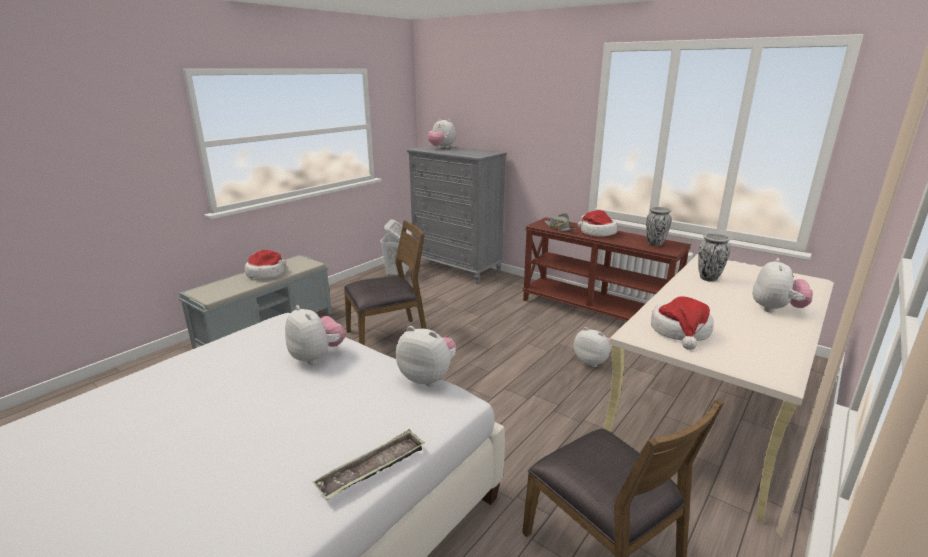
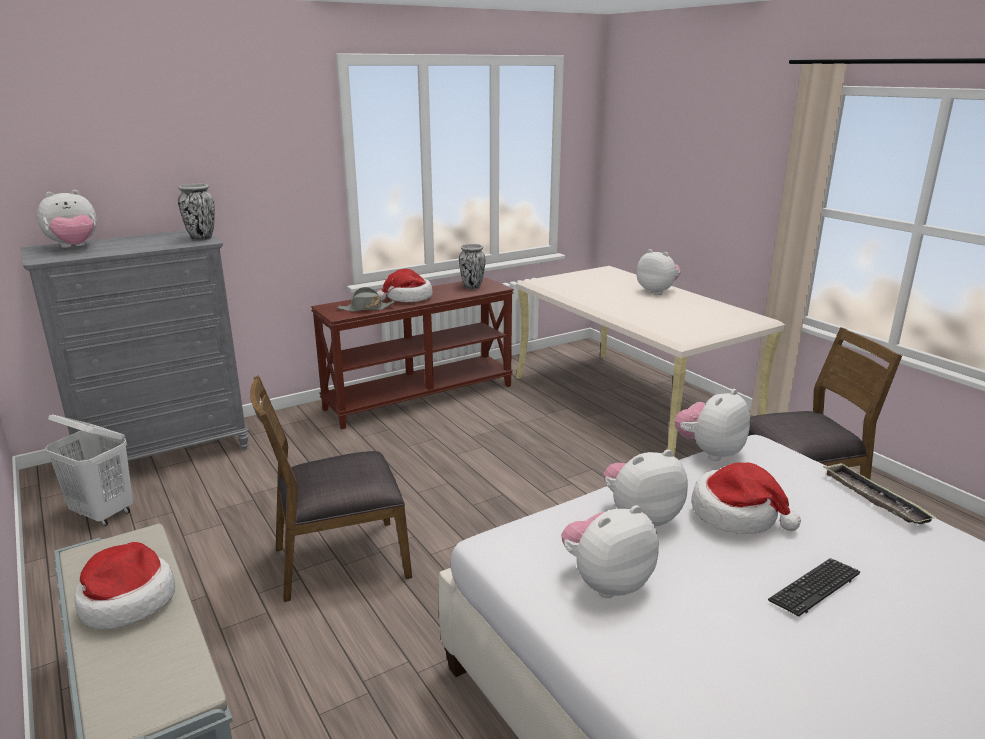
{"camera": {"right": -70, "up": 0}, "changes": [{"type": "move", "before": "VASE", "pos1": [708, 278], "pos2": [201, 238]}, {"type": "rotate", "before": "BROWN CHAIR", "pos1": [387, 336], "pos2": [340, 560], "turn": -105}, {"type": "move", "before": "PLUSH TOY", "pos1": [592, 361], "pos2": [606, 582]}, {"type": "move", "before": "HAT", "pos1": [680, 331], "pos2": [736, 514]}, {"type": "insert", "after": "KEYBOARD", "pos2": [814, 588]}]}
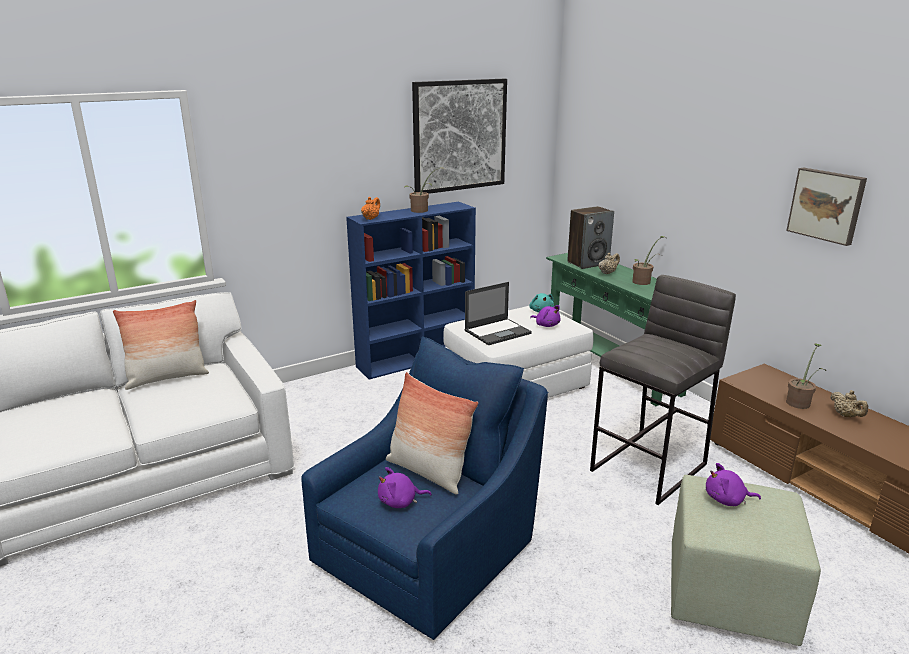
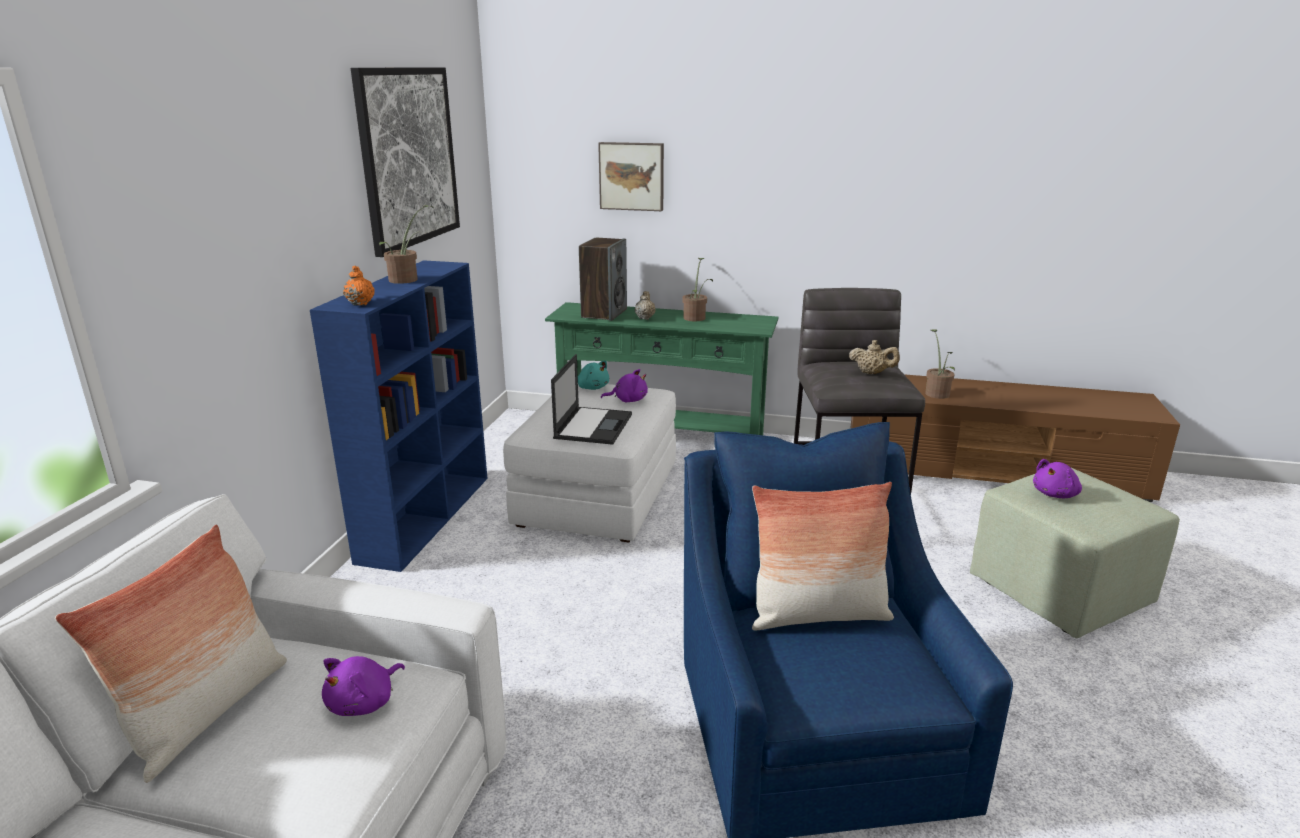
{"camera": {"right": -45, "up": 0}, "changes": [{"type": "move", "before": "PURPLE PLUSH TOY", "pos1": [400, 502], "pos2": [364, 702]}, {"type": "move", "before": "PICTURE", "pos1": [827, 205], "pos2": [632, 176]}, {"type": "move", "before": "BEIGE TEAPOT", "pos1": [846, 415], "pos2": [872, 373]}]}
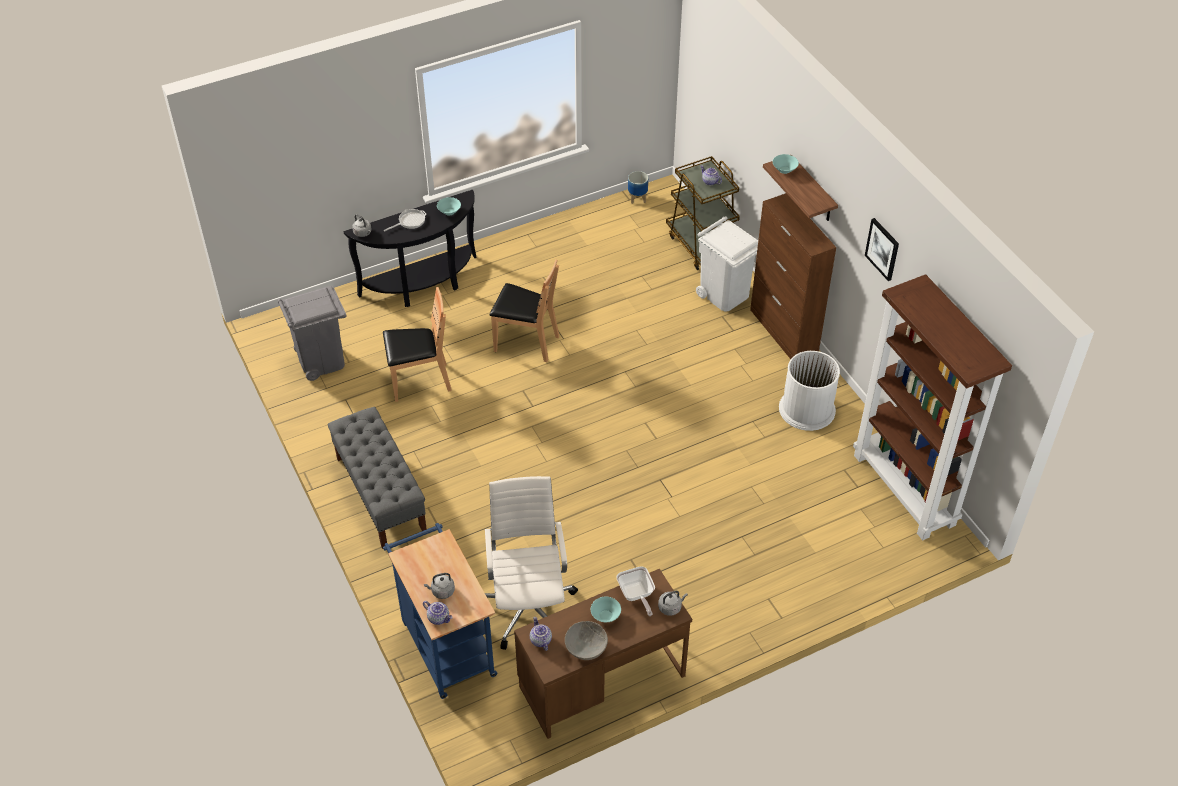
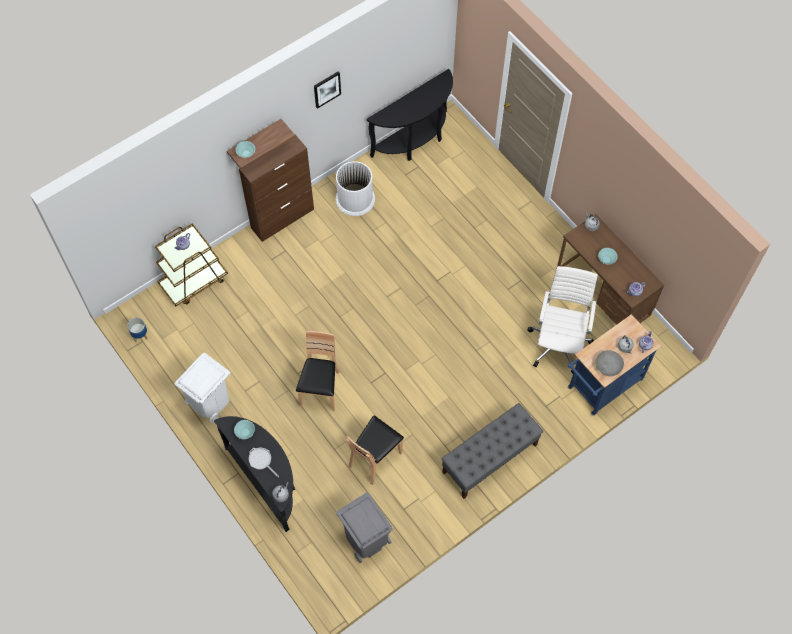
{"camera": {"right": -100, "up": 15}, "changes": [{"type": "move", "before": "WHITE TRASH CAN", "pos1": [725, 294], "pos2": [209, 402]}, {"type": "rotate", "before": "BROWN CHAIR", "pos1": [419, 381], "pos2": [375, 458], "turn": -120}, {"type": "replace", "before": "BROWN BOOKCASE", "after": "BLACK CONSOLE TABLE", "pos1": [905, 490], "pos2": [415, 141]}, {"type": "rotate", "before": "WHITE OFFICE CHAIR", "pos1": [529, 606], "pos2": [559, 343], "turn": 120}, {"type": "move", "before": "GREY BOWL", "pos1": [586, 646], "pos2": [608, 366]}, {"type": "delete", "before": "FRYING PAN", "pos1": [636, 595]}]}
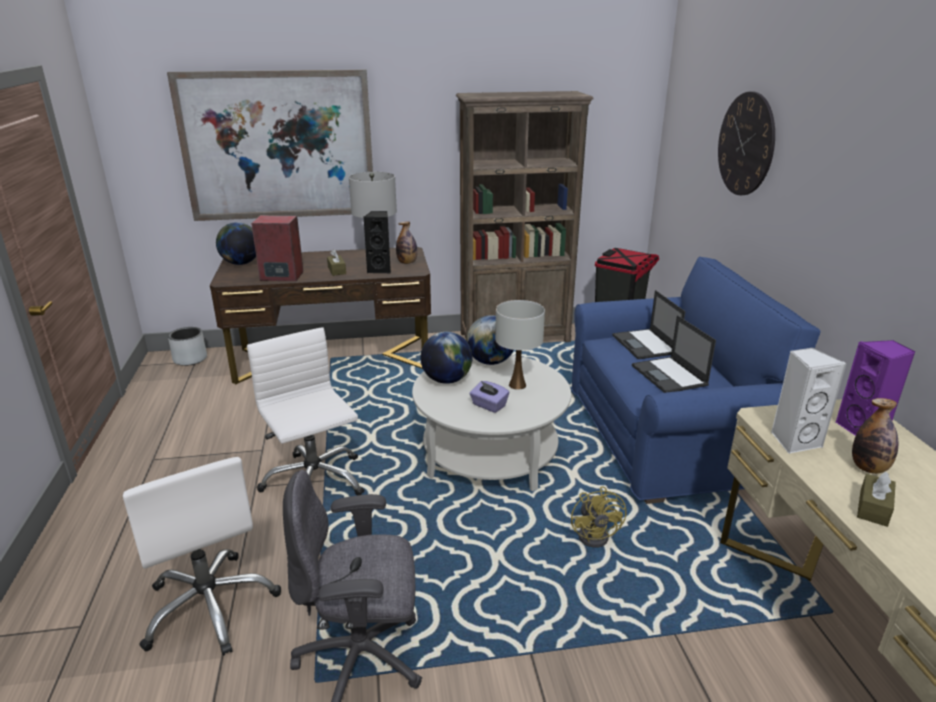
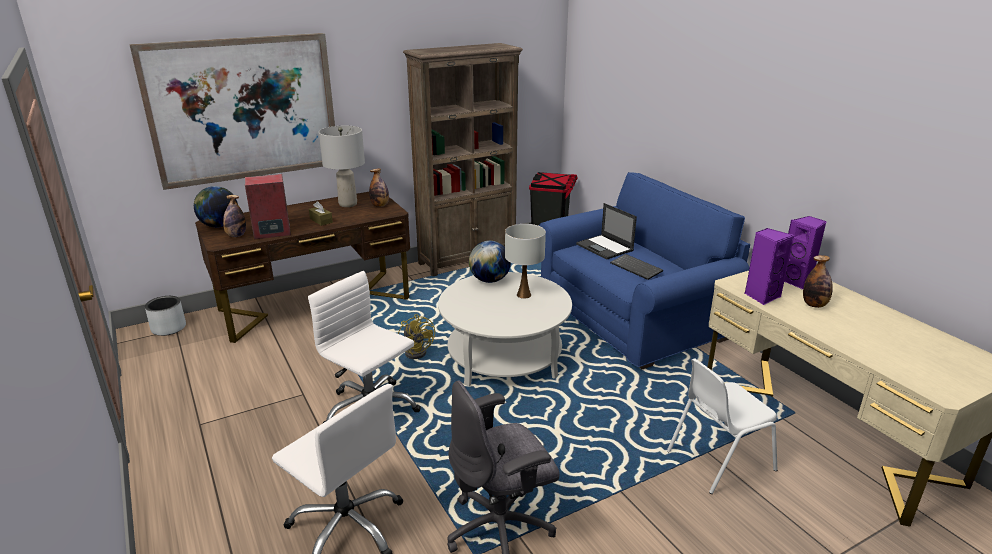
{"camera": {"right": -20, "up": 0}, "changes": [{"type": "insert", "after": "BOTTLE", "pos2": [236, 236]}, {"type": "move", "before": "YELLOW FAN", "pos1": [597, 534], "pos2": [418, 351]}, {"type": "replace", "before": "LAPTOP", "after": "KEYBOARD", "pos1": [669, 376], "pos2": [637, 268]}, {"type": "insert", "after": "WHITE CHAIR", "pos2": [718, 460]}, {"type": "recolor", "before": "WHITE SPEAKER", "after": "PURPLE SPEAKER", "pos1": [794, 441], "pos2": [761, 296]}, {"type": "delete", "before": "BLACK SPEAKER", "pos1": [380, 269]}, {"type": "delete", "before": "GLOBE", "pos1": [446, 380]}, {"type": "delete", "before": "PURPLE TISSUE BOX", "pos1": [488, 405]}, {"type": "delete", "before": "WALL CLOCK", "pos1": [746, 144]}, {"type": "delete", "before": "BROWN TISSUE BOX", "pos1": [873, 508]}]}
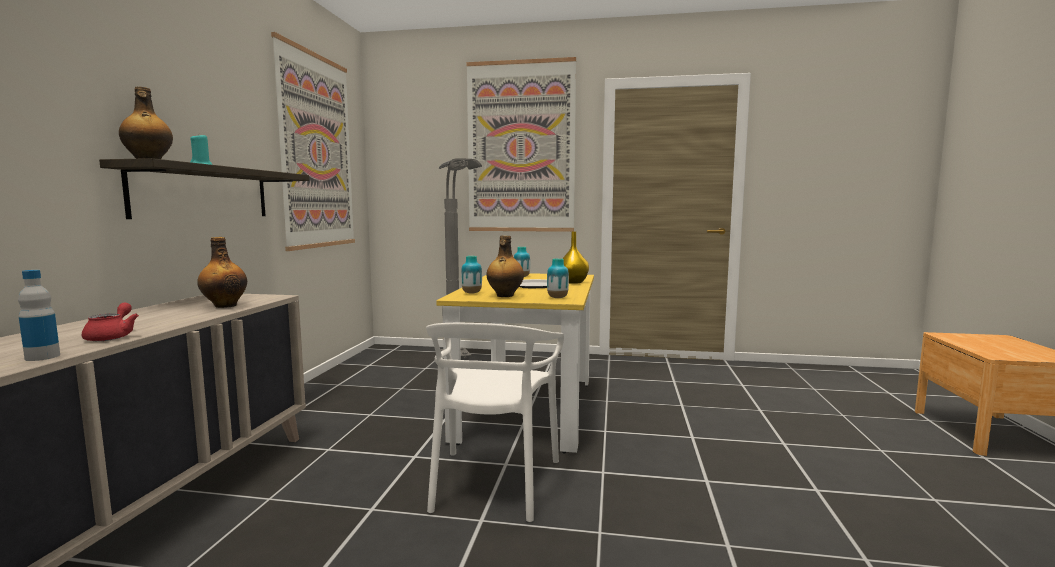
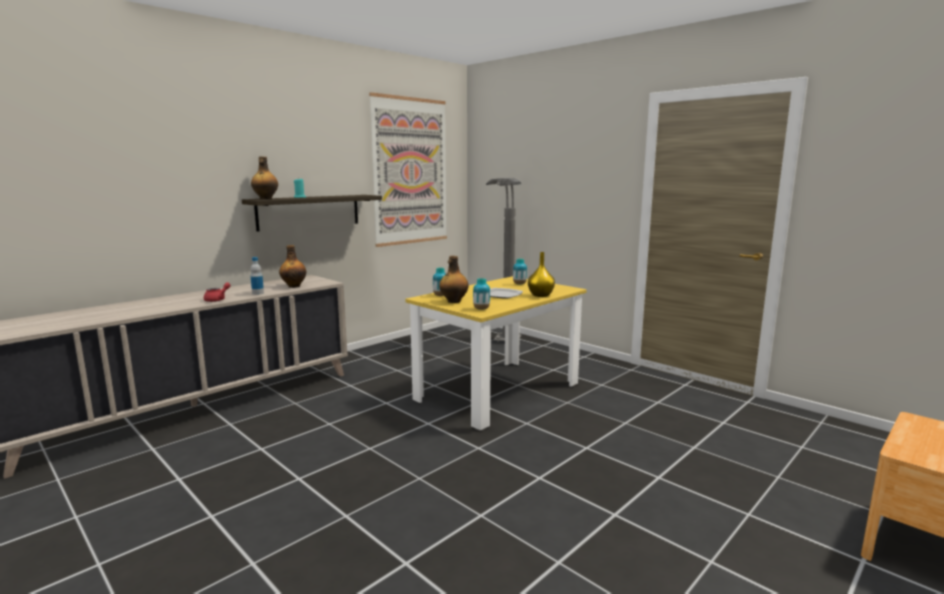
{"camera": {"right": 35, "up": 5}, "changes": [{"type": "move", "before": "BOTTLE", "pos1": [42, 357], "pos2": [258, 293]}, {"type": "delete", "before": "WHITE CHAIR", "pos1": [493, 483]}, {"type": "delete", "before": "PICTURE", "pos1": [520, 147]}]}
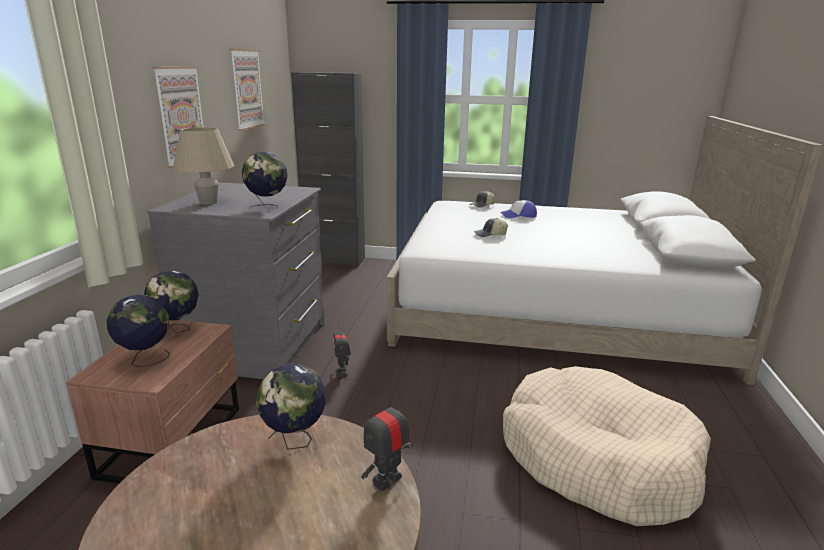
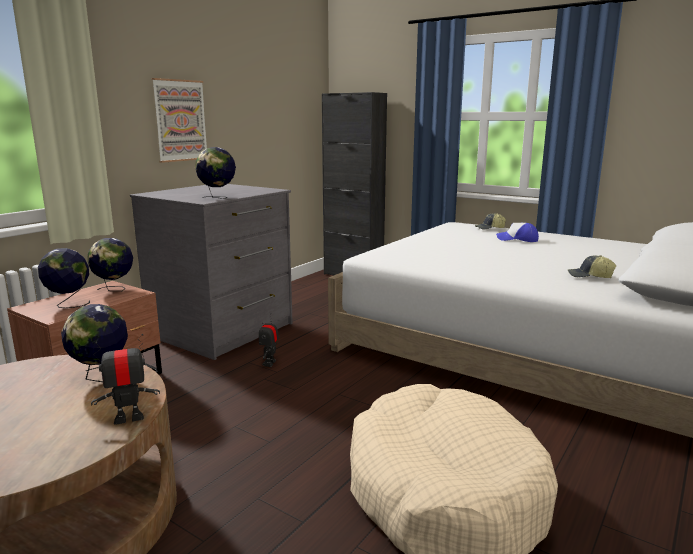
{"camera": {"right": 25, "up": -5}, "changes": [{"type": "move", "before": "CAP", "pos1": [490, 235], "pos2": [589, 276]}, {"type": "delete", "before": "BEIGE TABLE LAMP", "pos1": [208, 202]}, {"type": "delete", "before": "PICTURE", "pos1": [247, 89]}]}
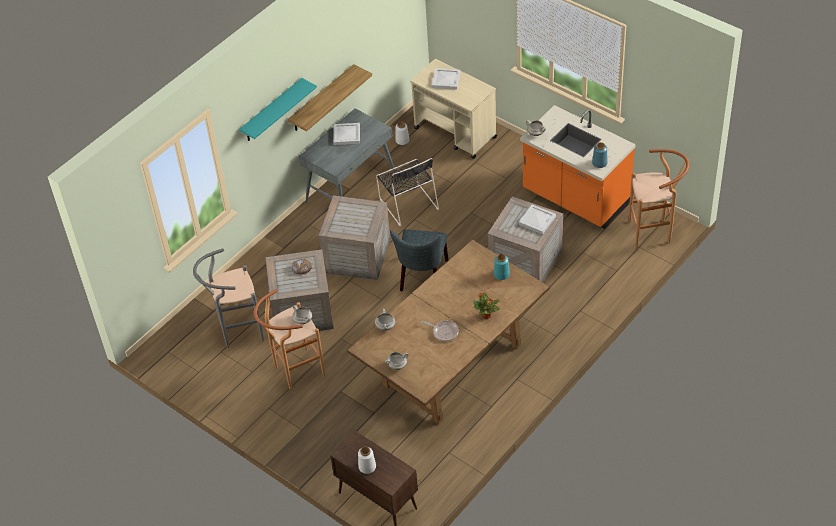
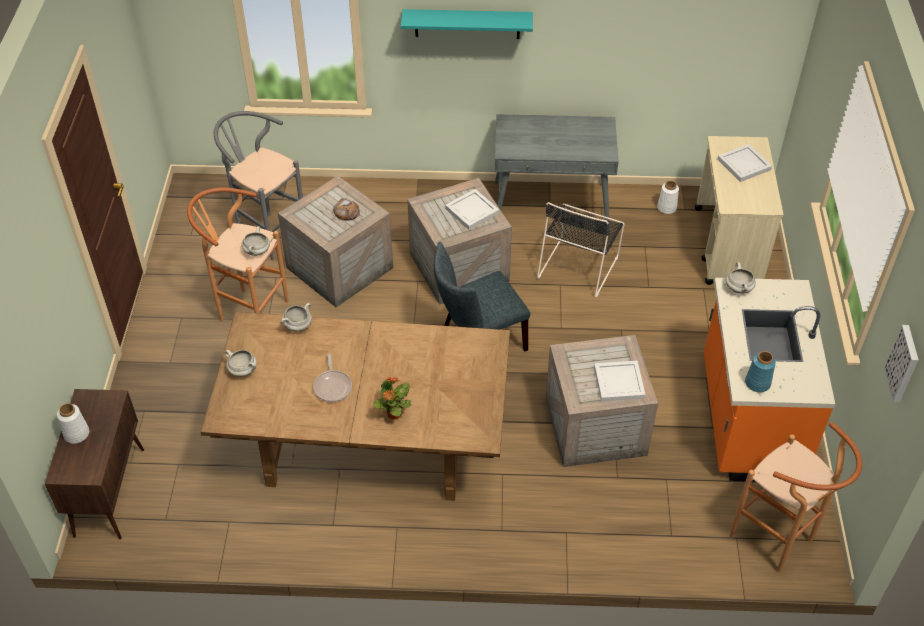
{"camera": {"right": 50, "up": 0}, "changes": [{"type": "move", "before": "WHITE TRAY", "pos1": [347, 135], "pos2": [472, 211]}, {"type": "insert", "after": "PICTURE", "pos2": [904, 364]}, {"type": "delete", "before": "SHELF", "pos1": [322, 99]}, {"type": "delete", "before": "TURQUOISE VASE", "pos1": [501, 274]}]}
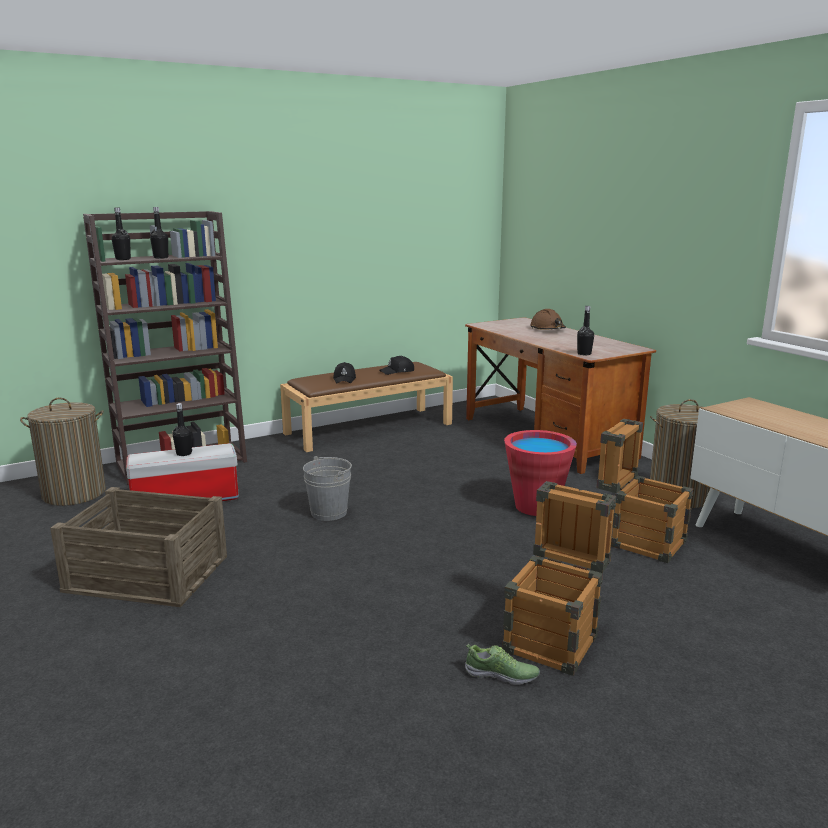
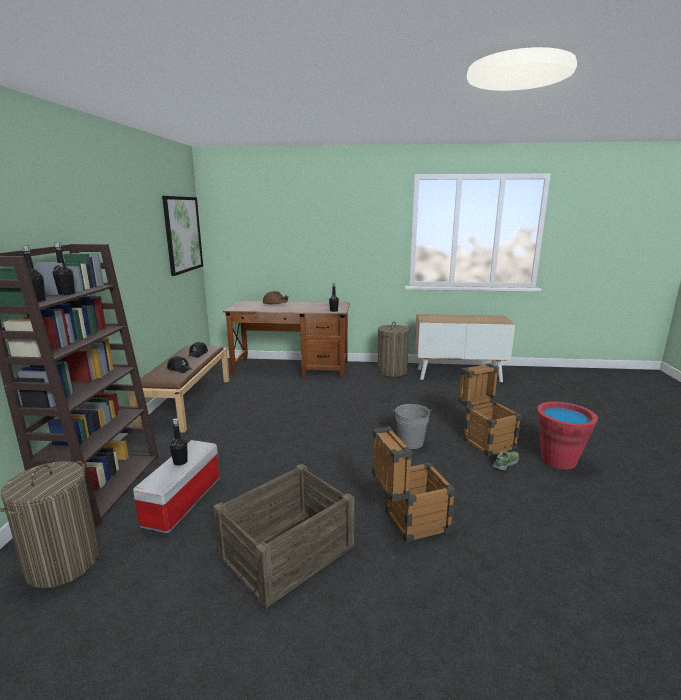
{"camera": {"right": -55, "up": 0}, "changes": [{"type": "insert", "after": "PICTURE", "pos2": [183, 234]}, {"type": "move", "before": "CRATE", "pos1": [639, 540], "pos2": [409, 522]}, {"type": "move", "before": "GREY BUCKET", "pos1": [329, 512], "pos2": [411, 442]}, {"type": "move", "before": "RED BUCKET", "pos1": [536, 506], "pos2": [558, 460]}]}
